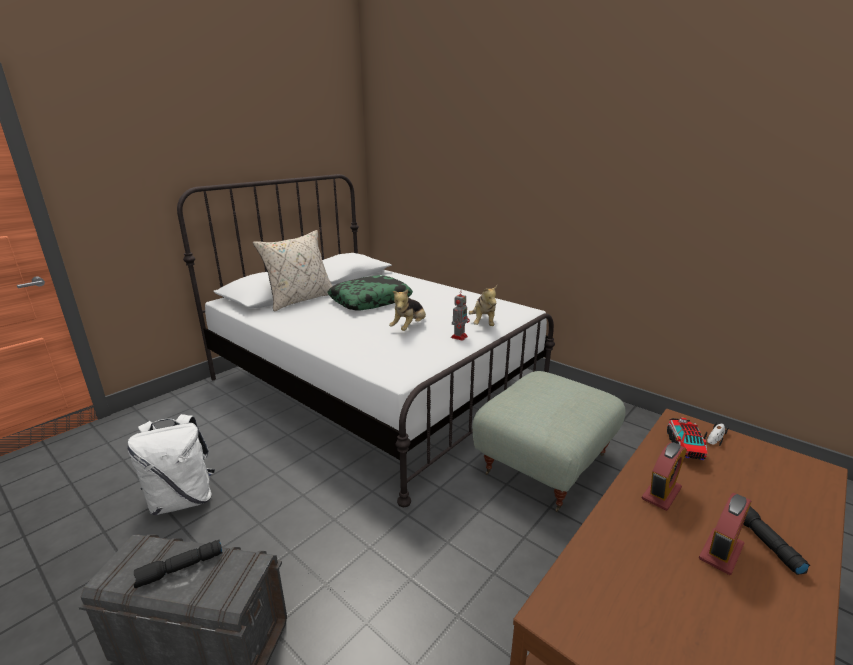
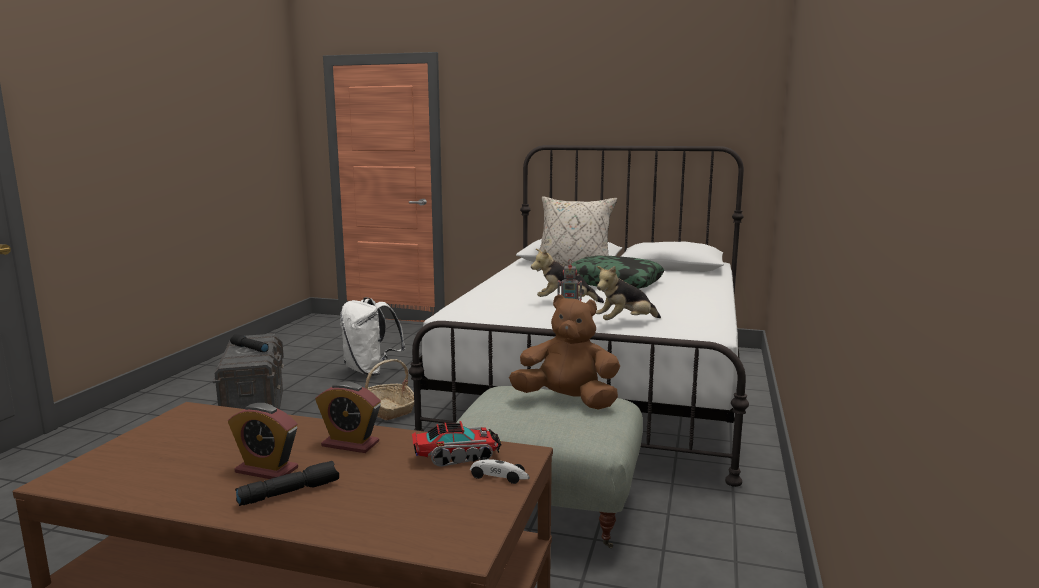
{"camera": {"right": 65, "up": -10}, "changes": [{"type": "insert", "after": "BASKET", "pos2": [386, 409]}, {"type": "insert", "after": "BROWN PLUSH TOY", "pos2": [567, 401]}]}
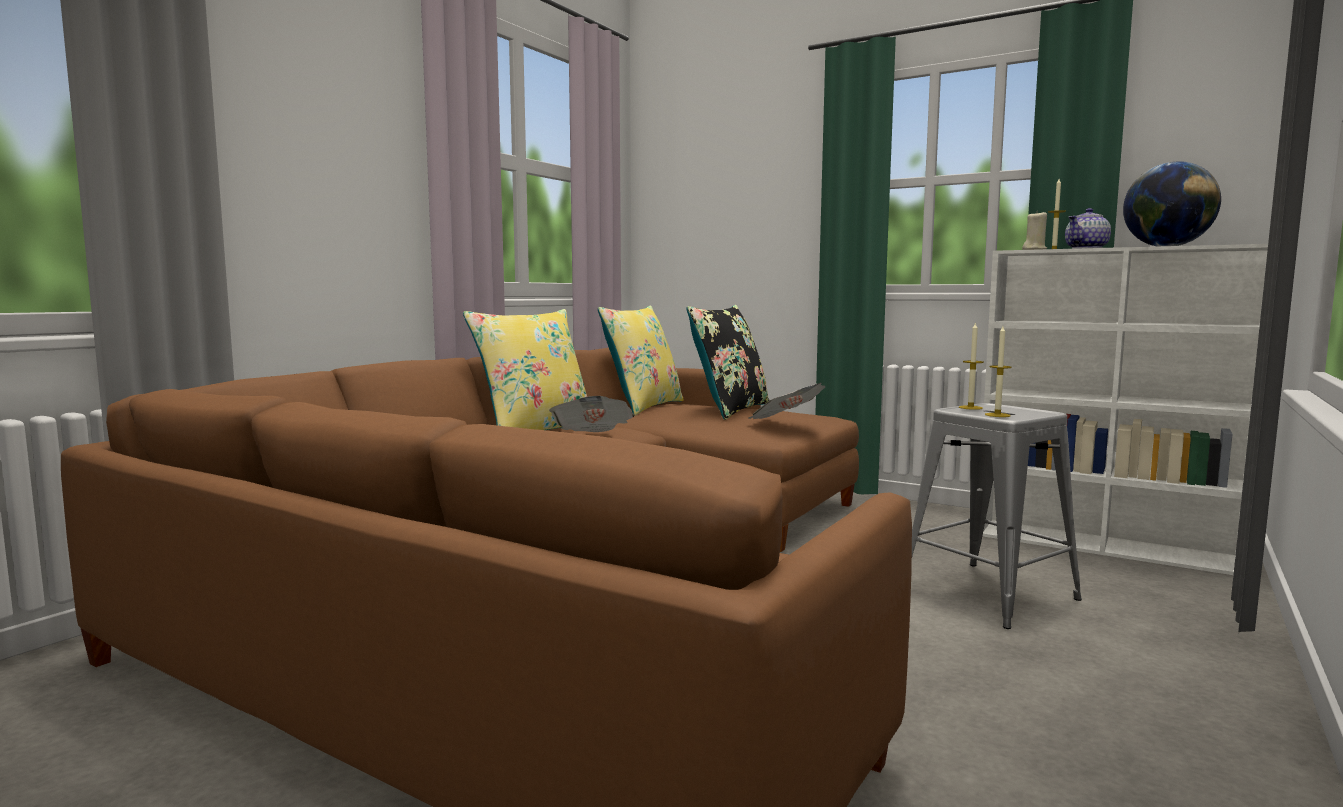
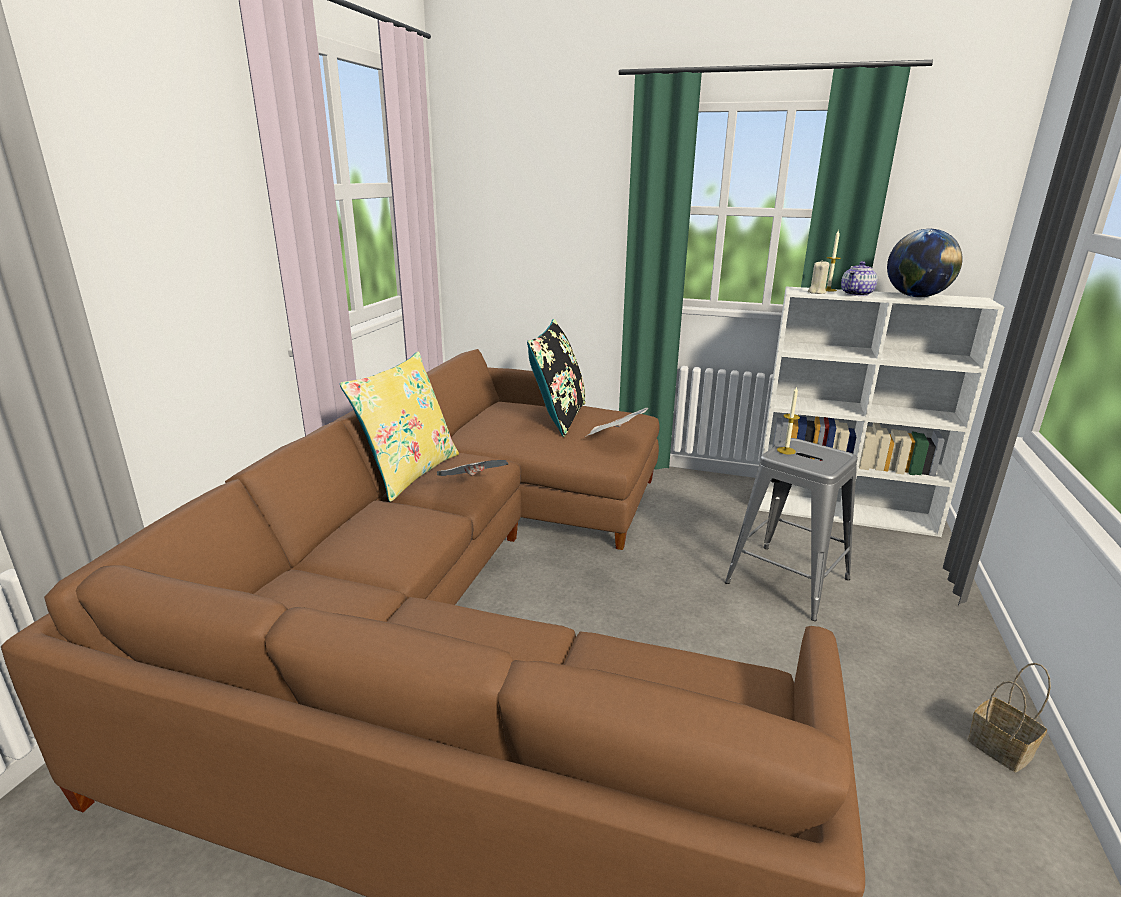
{"camera": {"right": -15, "up": 15}, "changes": [{"type": "insert", "after": "BASKET", "pos2": [1002, 749]}, {"type": "delete", "before": "YELLOW PILLOW", "pos1": [643, 407]}, {"type": "delete", "before": "CANDLE", "pos1": [997, 415]}]}
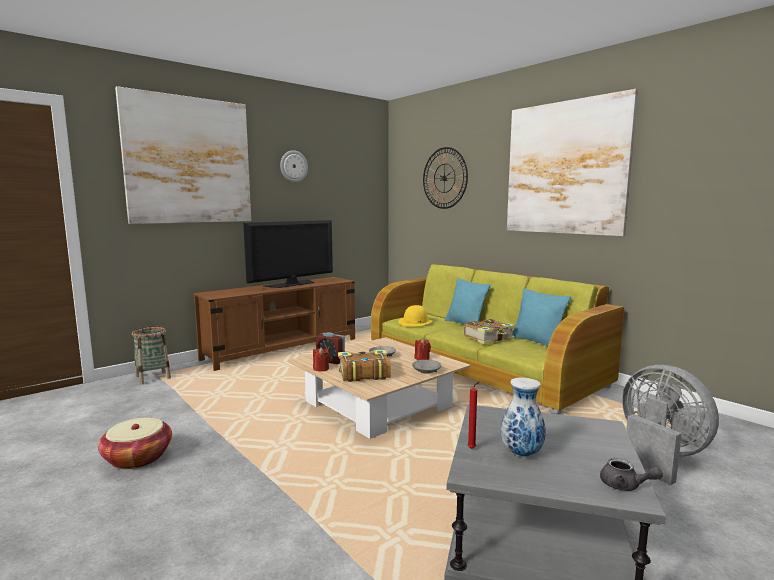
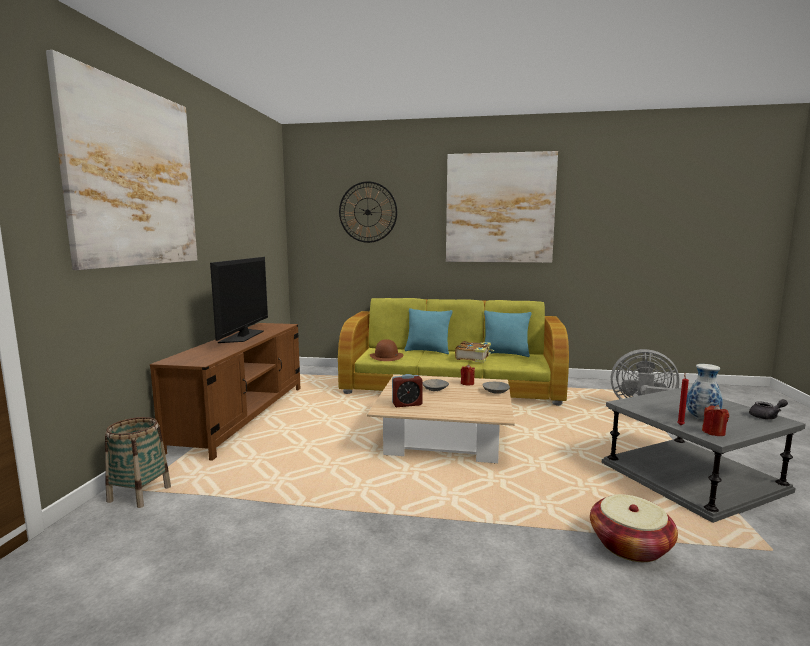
{"camera": {"right": -40, "up": 0}, "changes": [{"type": "recolor", "before": "YELLOW HAT", "after": "BROWN HAT", "pos1": [415, 322], "pos2": [386, 356]}, {"type": "move", "before": "BASKET", "pos1": [137, 458], "pos2": [630, 545]}, {"type": "move", "before": "RED CANDLE", "pos1": [321, 369], "pos2": [713, 432]}, {"type": "delete", "before": "WALL CLOCK", "pos1": [293, 166]}, {"type": "delete", "before": "BOOK", "pos1": [363, 373]}]}
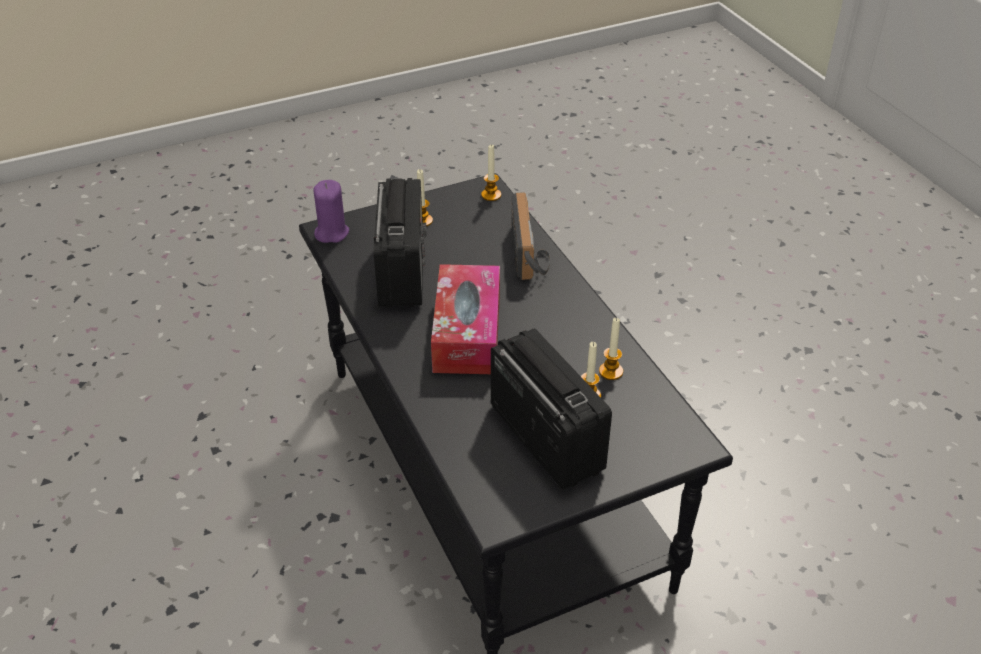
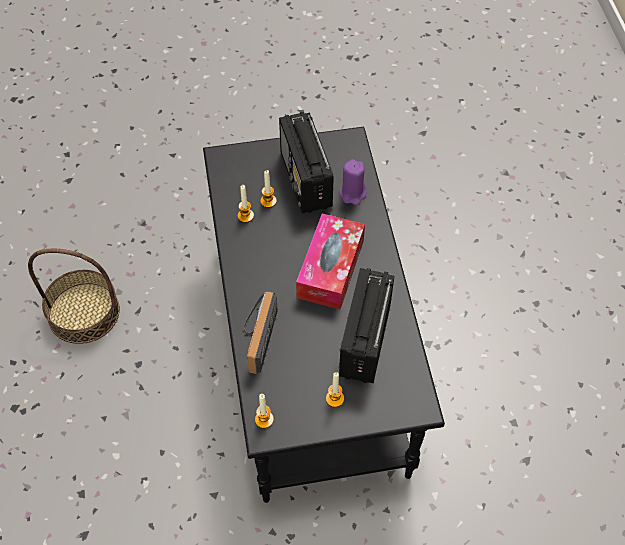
{"camera": {"right": -165, "up": 15}, "changes": [{"type": "insert", "after": "BASKET", "pos2": [83, 313]}, {"type": "move", "before": "PURPLE CANDLE", "pos1": [331, 233], "pos2": [353, 194]}]}
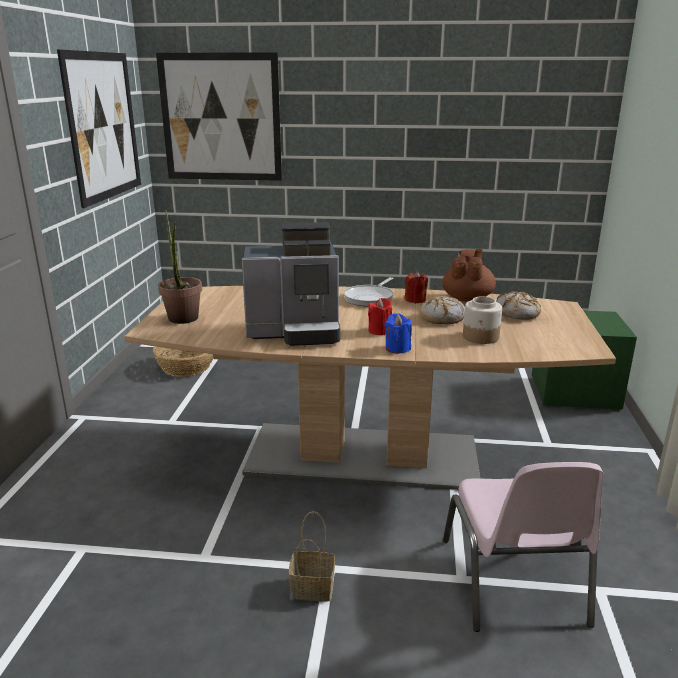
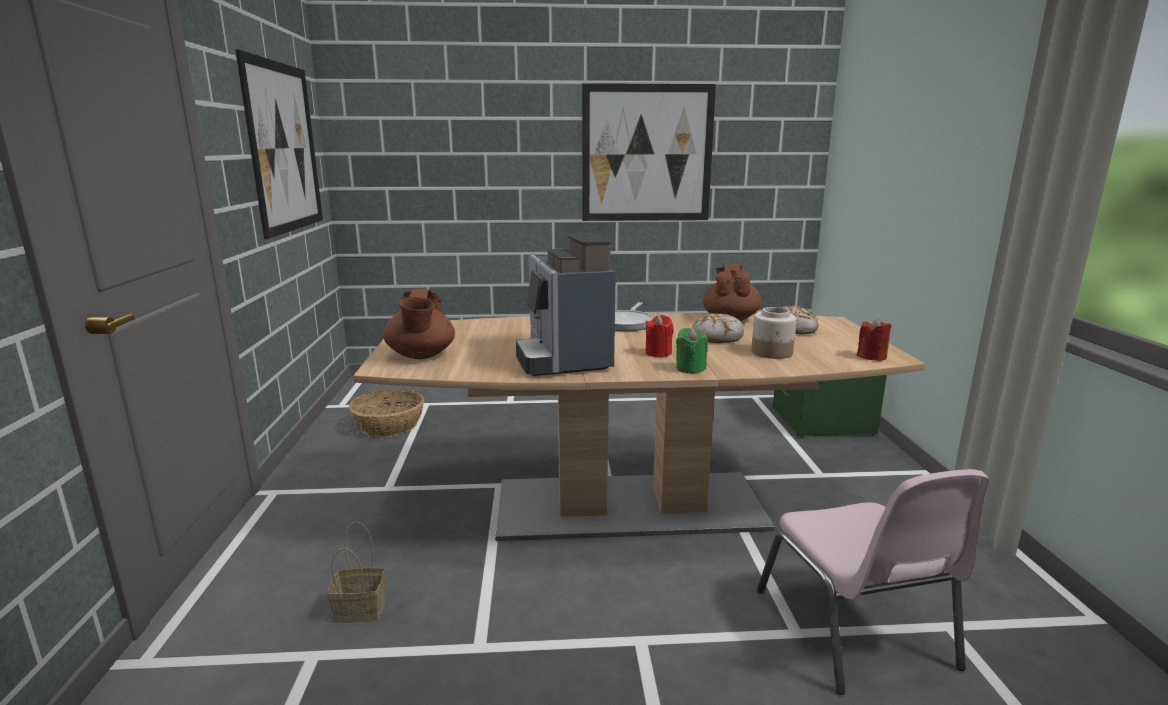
{"camera": {"right": -10, "up": -5}, "changes": [{"type": "move", "before": "BASKET", "pos1": [310, 589], "pos2": [358, 610]}, {"type": "replace", "before": "POTTED PLANT", "after": "BROWN TEAPOT", "pos1": [183, 321], "pos2": [421, 356]}, {"type": "rotate", "before": "COFFEE MACHINE", "pos1": [296, 332], "pos2": [564, 359], "turn": 90}, {"type": "move", "before": "PICTURE", "pos1": [221, 118], "pos2": [647, 154]}, {"type": "recolor", "before": "BLUE CANDLE", "after": "GREEN CANDLE", "pos1": [397, 348], "pos2": [690, 368]}, {"type": "move", "before": "RED CANDLE", "pos1": [415, 300], "pos2": [871, 357]}]}
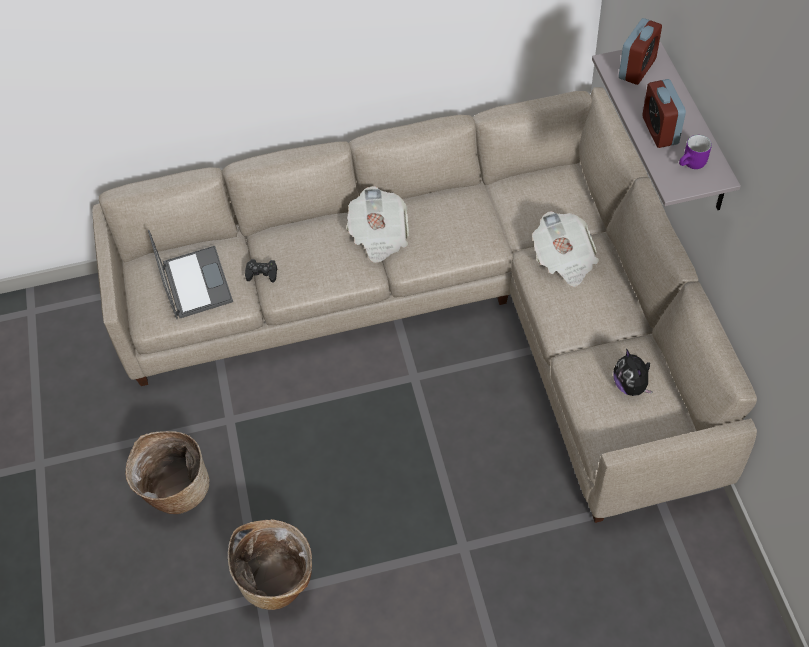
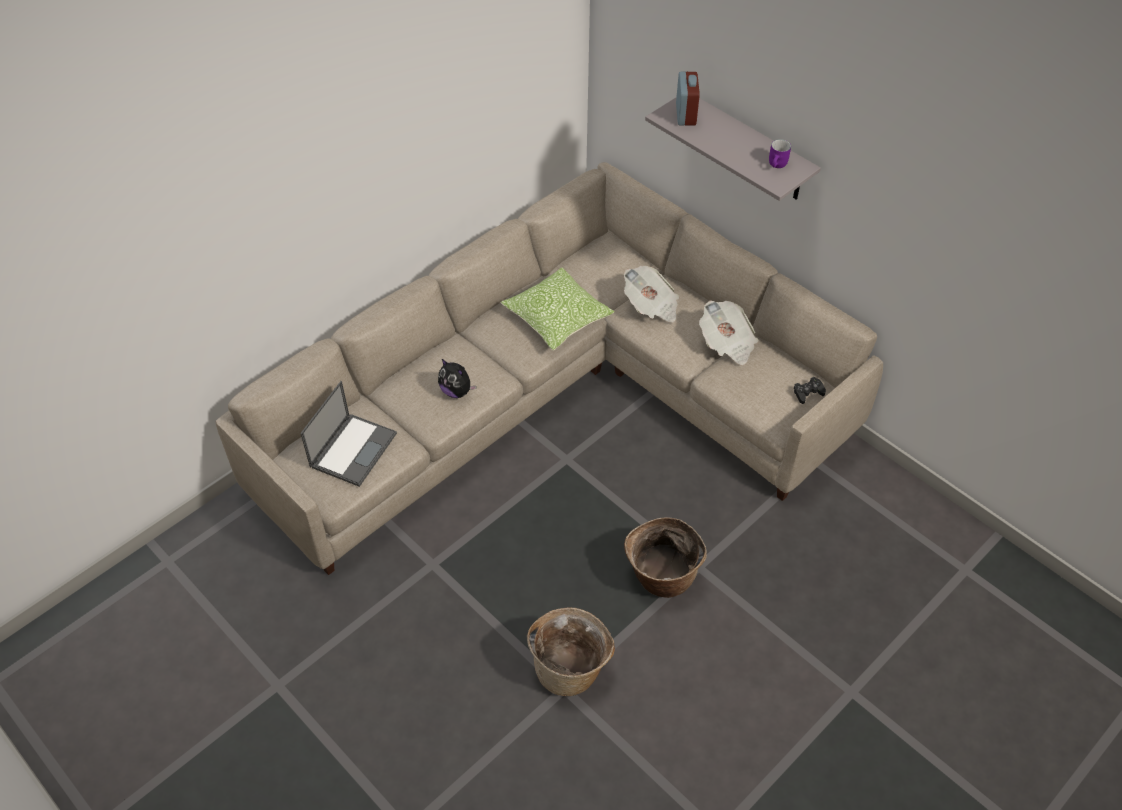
{"camera": {"right": -35, "up": -5}, "changes": [{"type": "rotate", "before": "LAPTOP", "pos1": [195, 282], "pos2": [353, 449], "turn": 75}, {"type": "move", "before": "PLUSH TOY", "pos1": [631, 386], "pos2": [457, 391]}, {"type": "insert", "after": "PILLOW", "pos2": [557, 318]}, {"type": "move", "before": "BASKET", "pos1": [176, 489], "pos2": [661, 577]}, {"type": "move", "before": "NEWSPAPER", "pos1": [379, 236], "pos2": [727, 343]}, {"type": "move", "before": "BLACK GAME CONTROLLER", "pos1": [262, 273], "pos2": [808, 393]}, {"type": "delete", "before": "ALARM CLOCK", "pos1": [660, 130]}]}
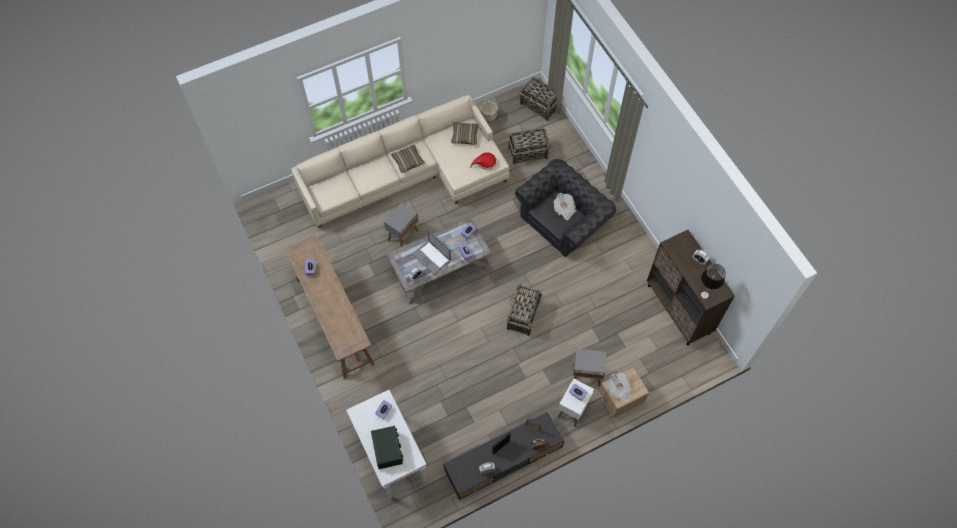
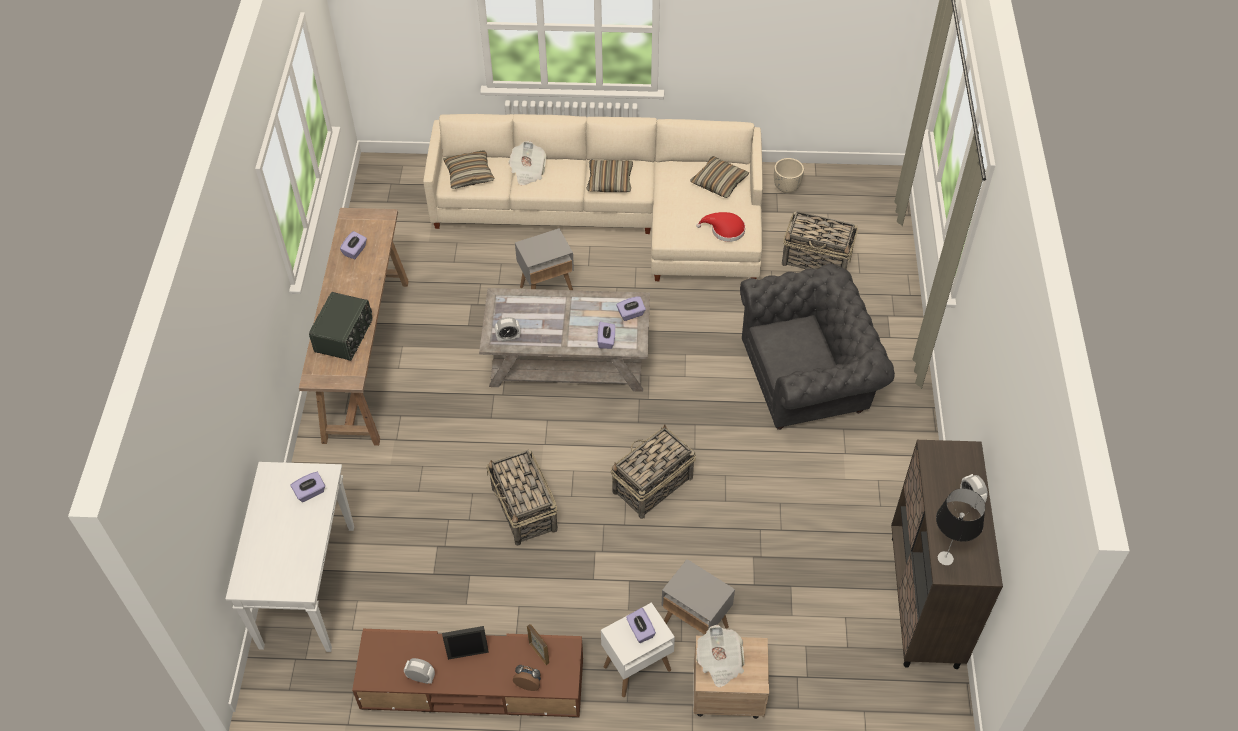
{"camera": {"right": 30, "up": -10}, "changes": [{"type": "move", "before": "RADIO", "pos1": [388, 450], "pos2": [345, 336]}, {"type": "recolor", "before": "GREY TV STAND", "after": "BROWN TV STAND", "pos1": [503, 458], "pos2": [473, 683]}, {"type": "insert", "after": "PILLOW", "pos2": [469, 175]}, {"type": "move", "before": "BASKET", "pos1": [540, 106], "pos2": [524, 510]}, {"type": "move", "before": "NEWSPAPER", "pos1": [564, 209], "pos2": [527, 171]}, {"type": "delete", "before": "LAPTOP", "pos1": [431, 257]}]}
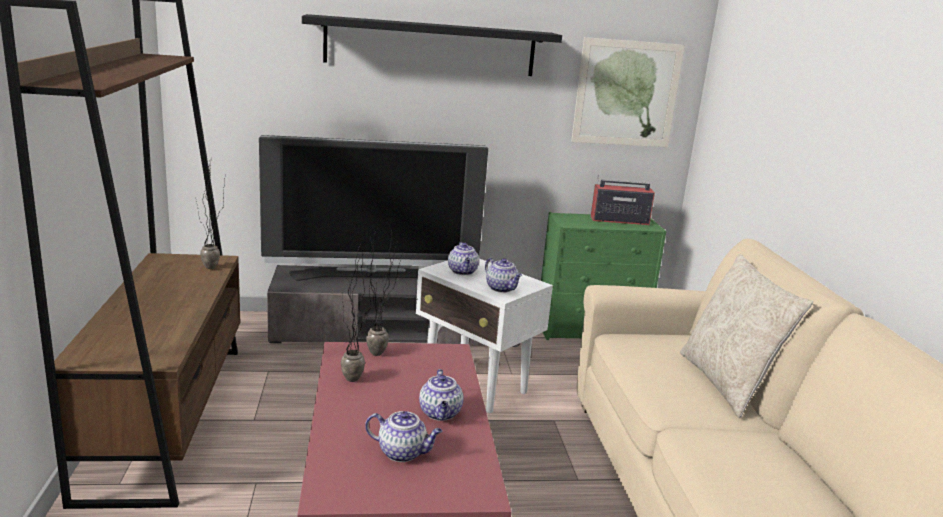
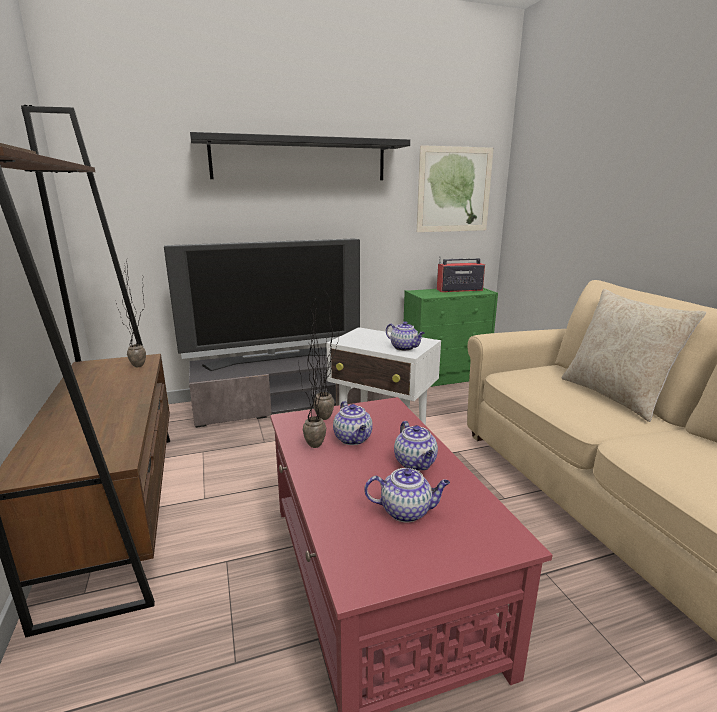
{"camera": {"right": -10, "up": 0}, "changes": [{"type": "move", "before": "TEAPOT", "pos1": [463, 272], "pos2": [353, 439]}]}
